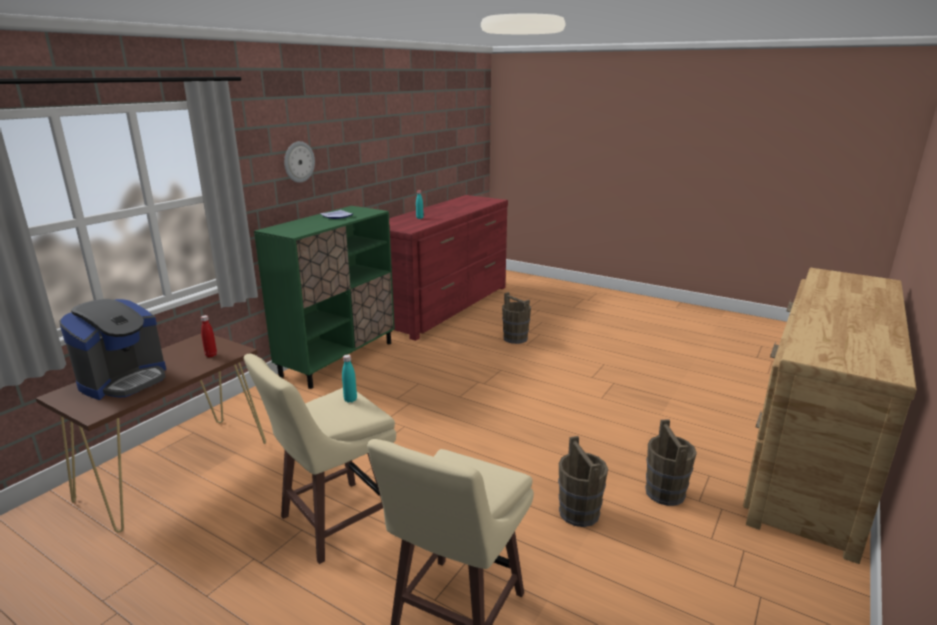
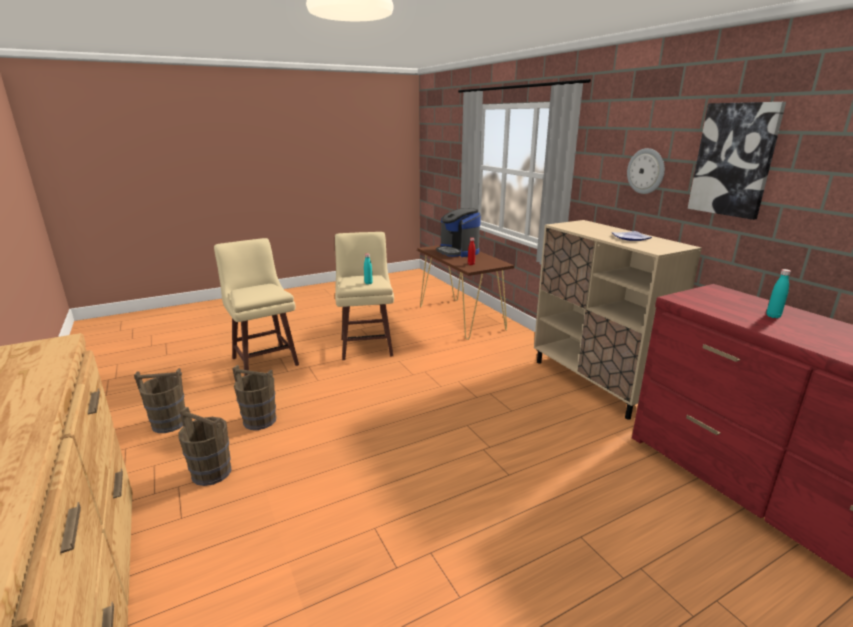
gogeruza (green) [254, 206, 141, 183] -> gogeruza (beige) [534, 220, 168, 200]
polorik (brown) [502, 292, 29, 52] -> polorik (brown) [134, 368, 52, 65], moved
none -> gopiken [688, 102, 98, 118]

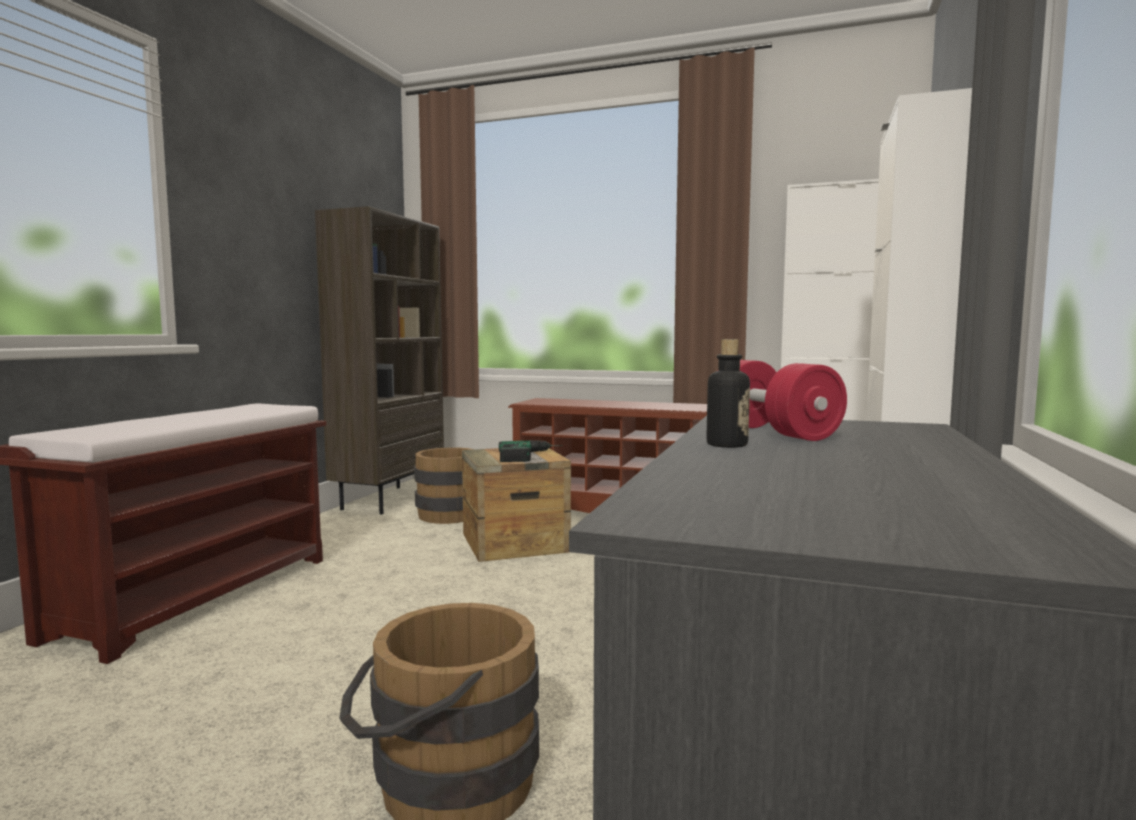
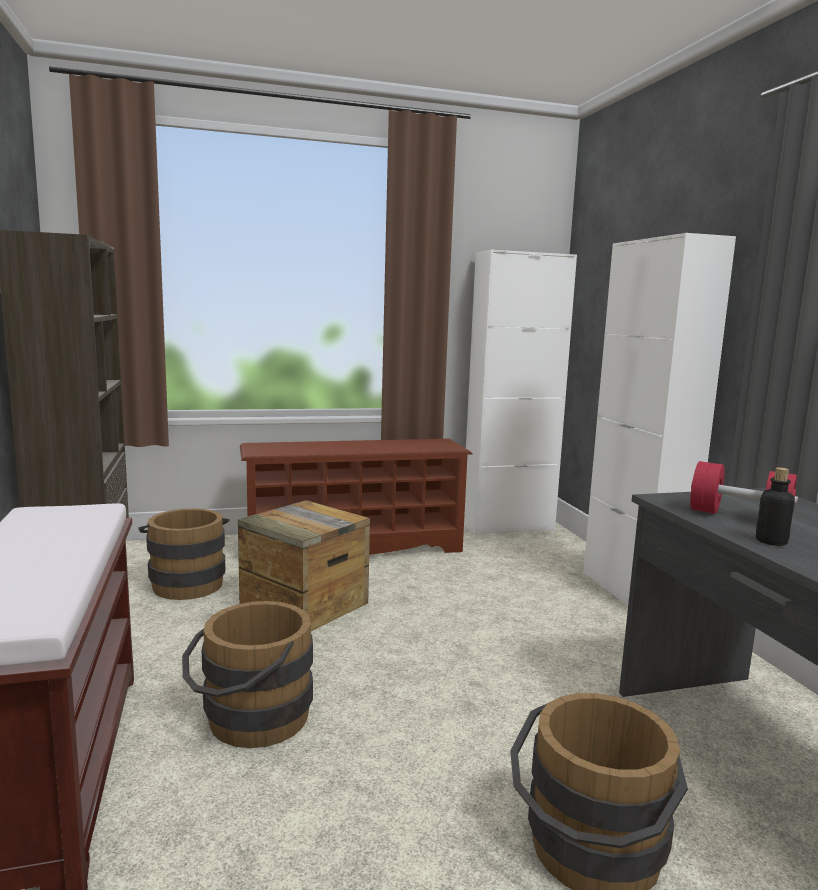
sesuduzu [499, 440, 64, 22] -> none
none -> polorik (brown) [182, 601, 131, 147]

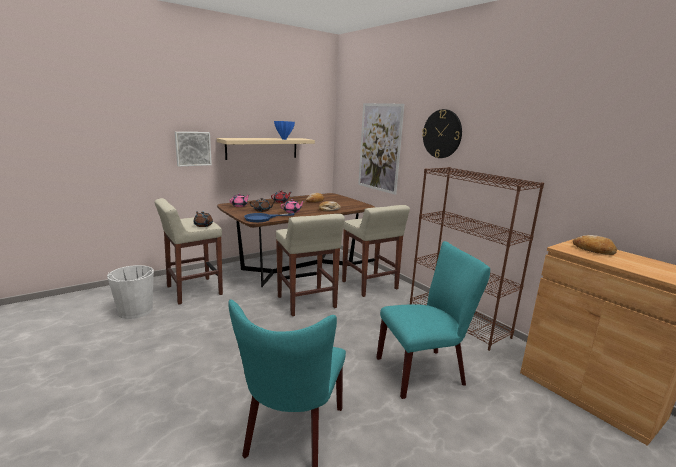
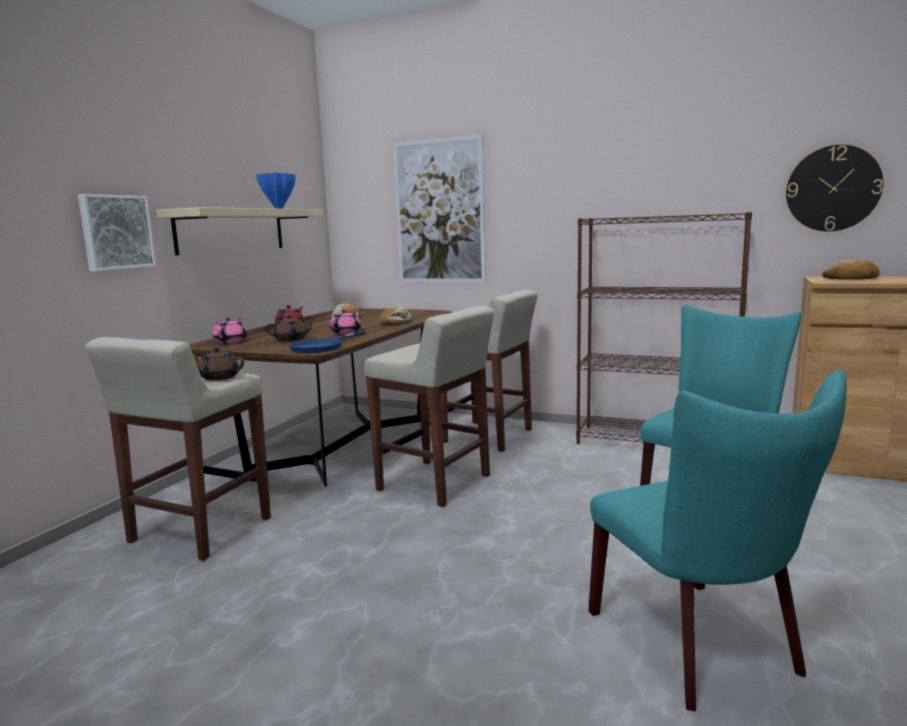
polorik (white) [107, 265, 47, 54] -> none
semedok [422, 109, 40, 49] -> semedok [786, 145, 97, 86], moved

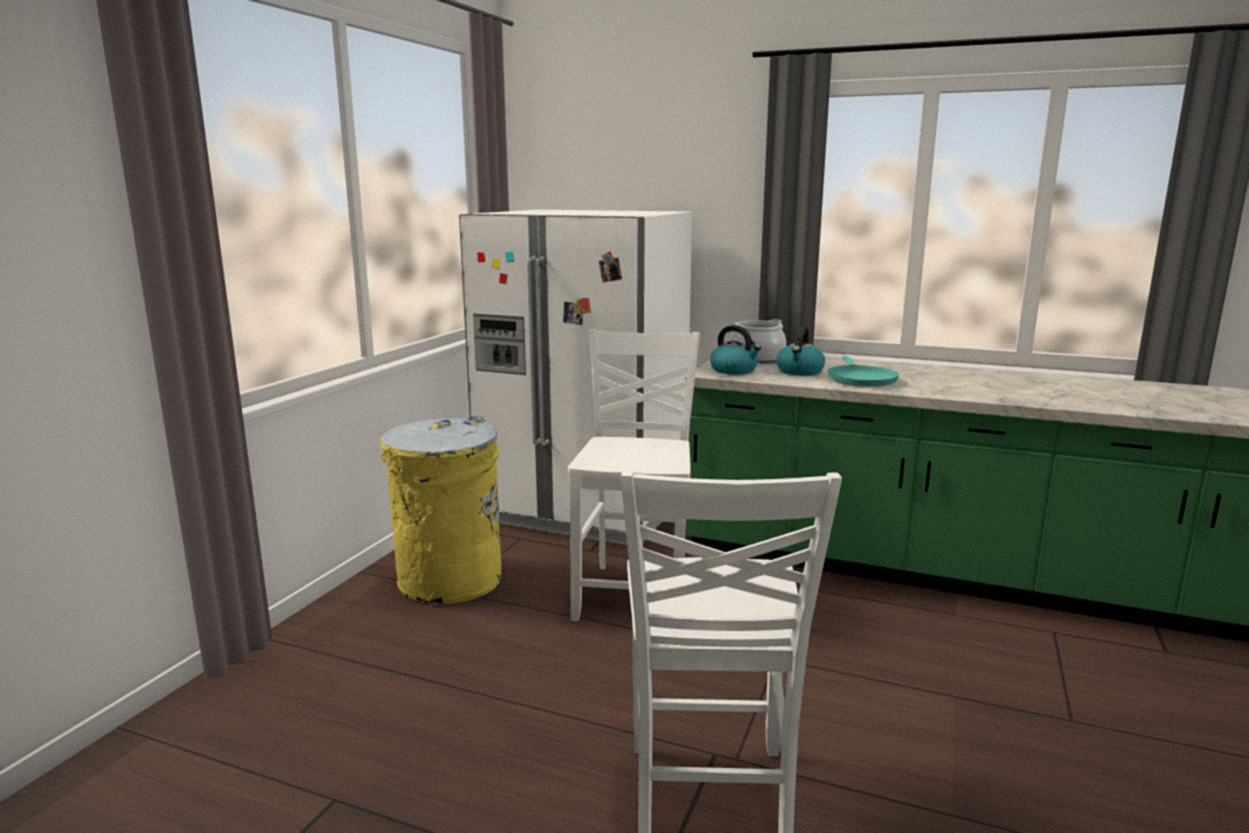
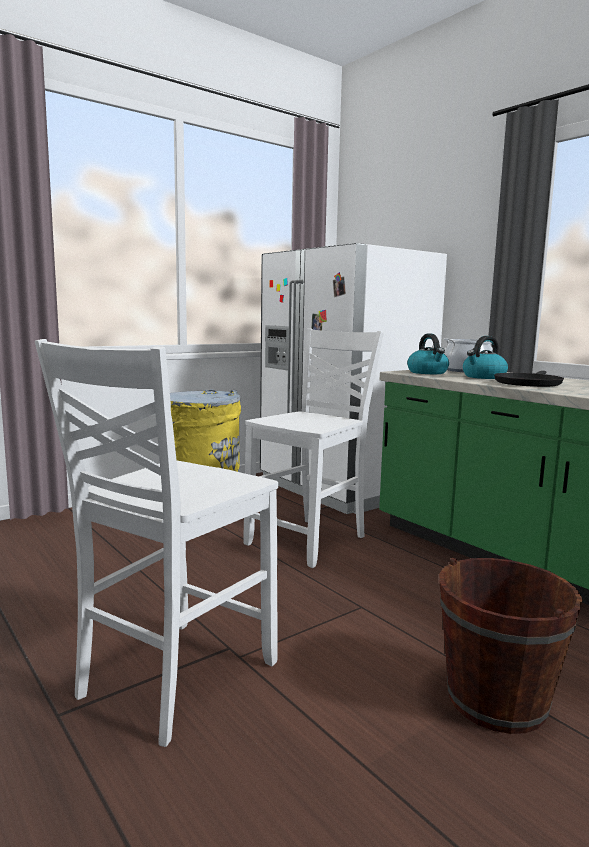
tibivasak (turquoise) [828, 356, 71, 31] -> tibivasak (black) [494, 371, 70, 16]
none -> polorik (brown) [439, 558, 144, 176]

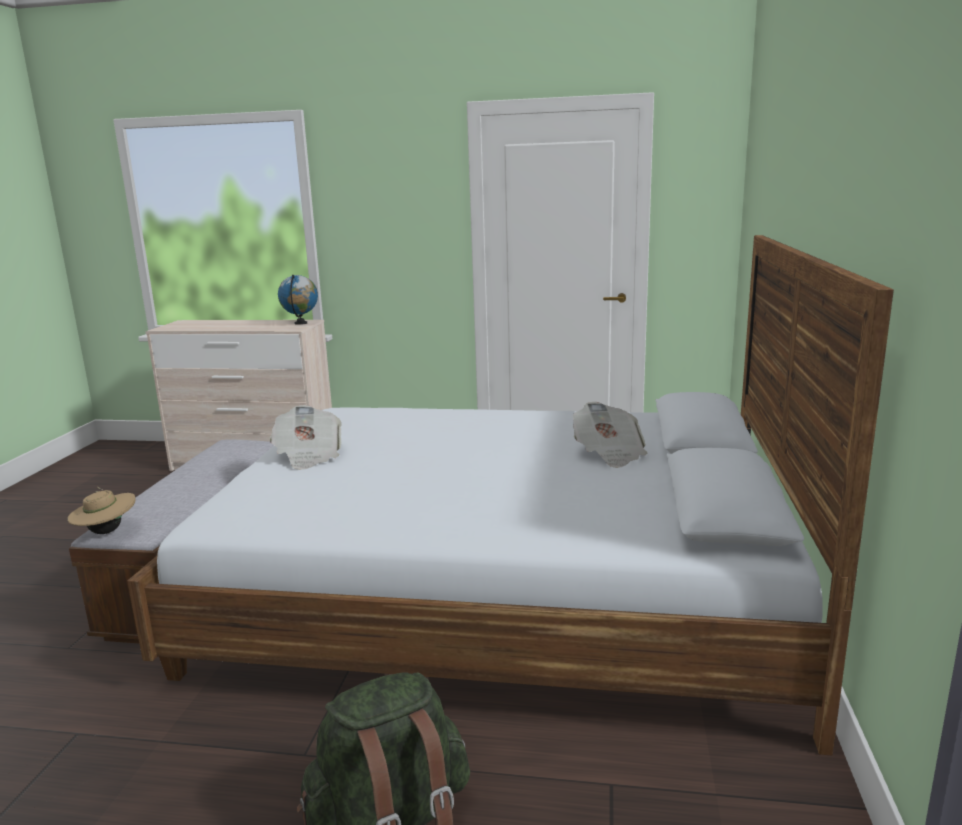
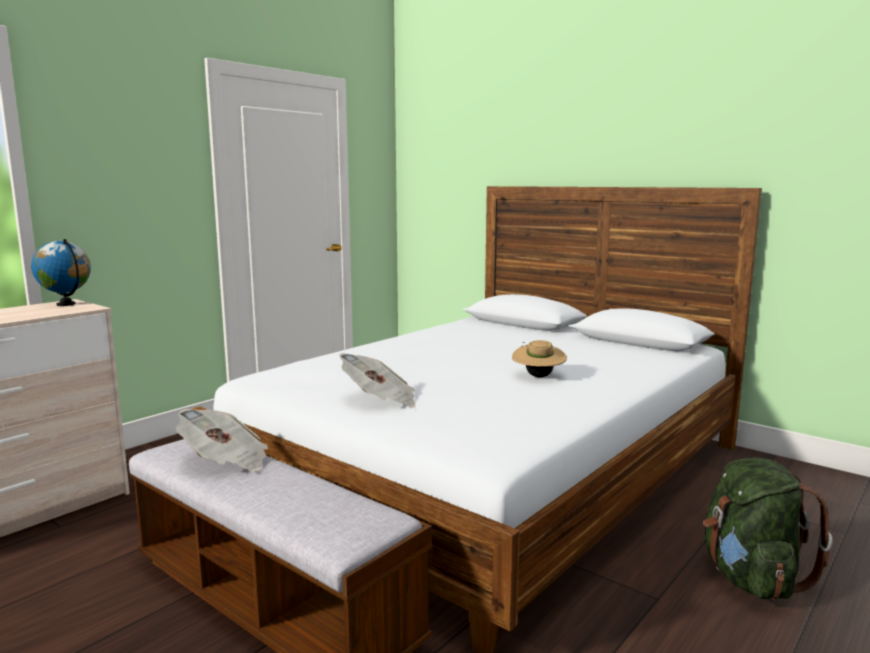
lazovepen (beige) [67, 487, 68, 47] -> lazovepen (beige) [512, 340, 55, 37], moved
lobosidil [572, 402, 75, 66] -> lobosidil [176, 409, 92, 62], moved

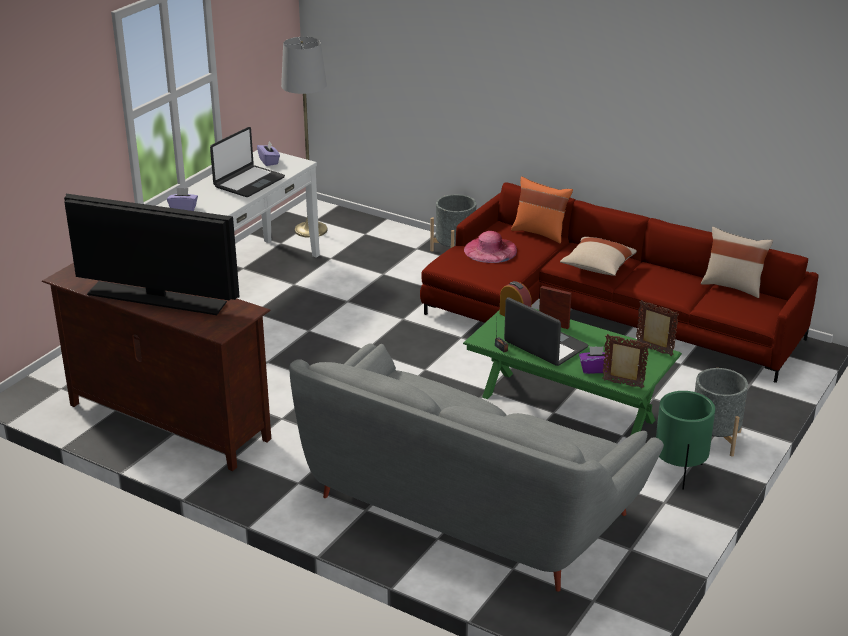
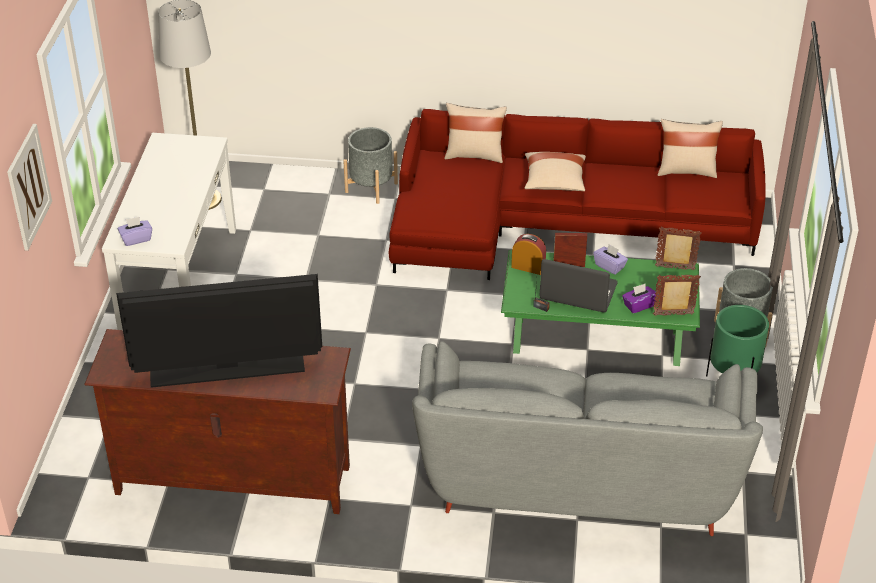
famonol [210, 127, 75, 70] -> none
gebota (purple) [257, 141, 23, 25] -> gebota (purple) [593, 244, 35, 31], moved
lazovepen (pink) [464, 231, 53, 32] -> none
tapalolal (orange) [511, 176, 62, 68] -> tapalolal (beige) [444, 103, 63, 60]
none -> gopiken [7, 124, 45, 127]

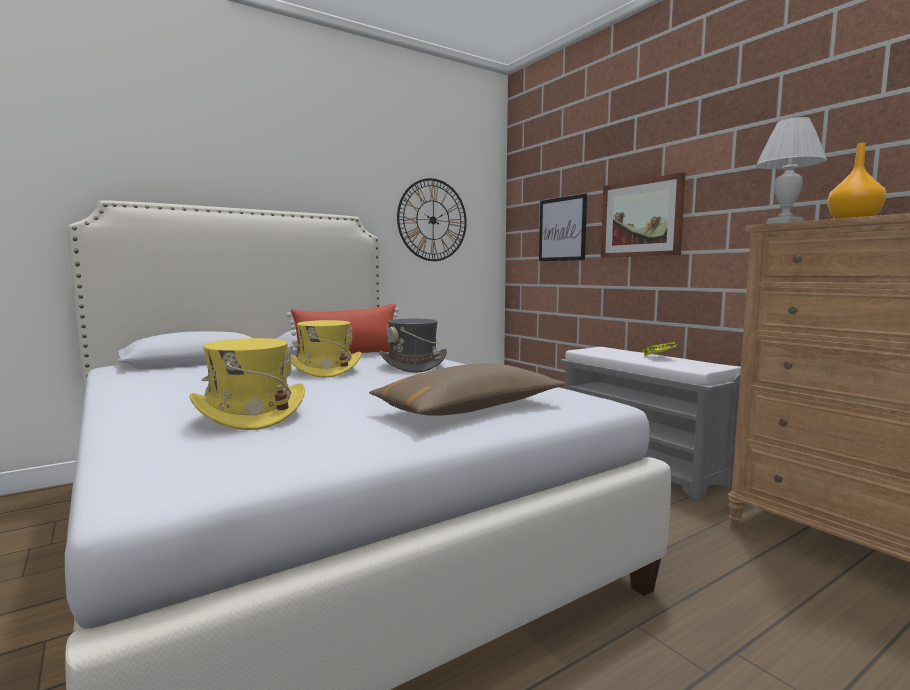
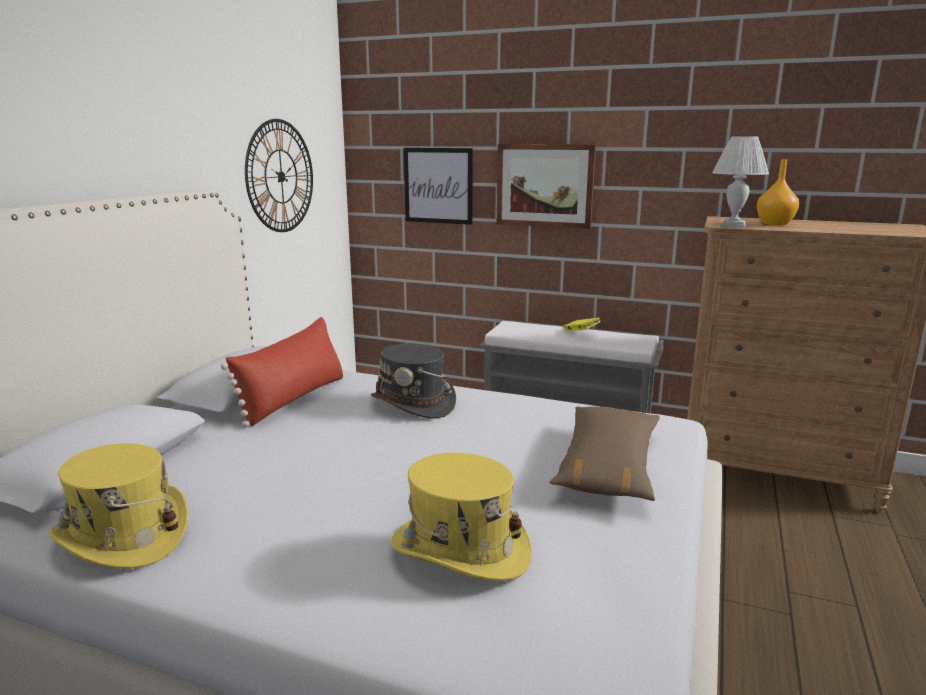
lazovepen (yellow) [291, 320, 70, 58] -> lazovepen (yellow) [49, 443, 139, 126], moved

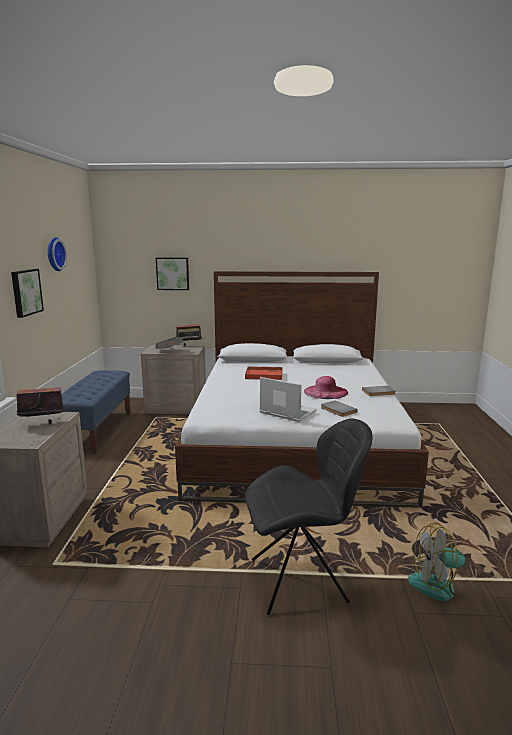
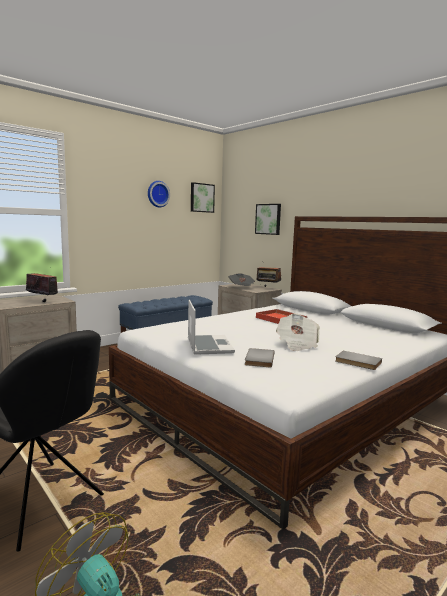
gopiken [11, 269, 33, 49] -> gopiken [191, 182, 24, 31], moved
lazovepen (pink) [304, 376, 44, 23] -> lobosidil [276, 314, 44, 37]

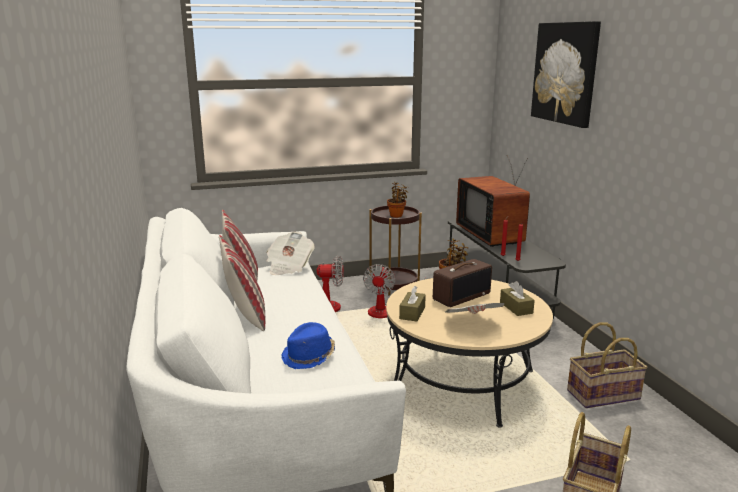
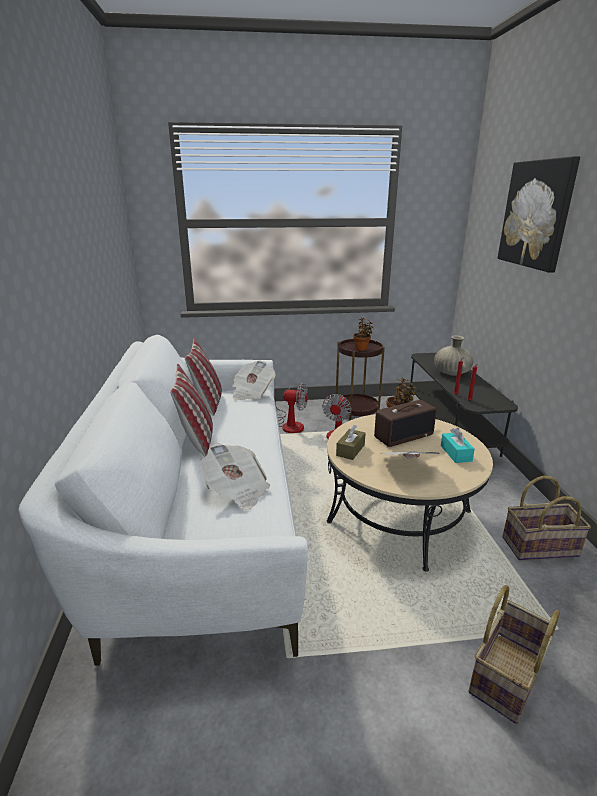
lazovepen (blue) [282, 322, 53, 47] -> lobosidil [200, 443, 70, 67]
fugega [456, 155, 74, 92] -> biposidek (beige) [434, 335, 40, 41]
gebota (brown) [500, 281, 35, 35] -> gebota (turquoise) [441, 428, 34, 35]

